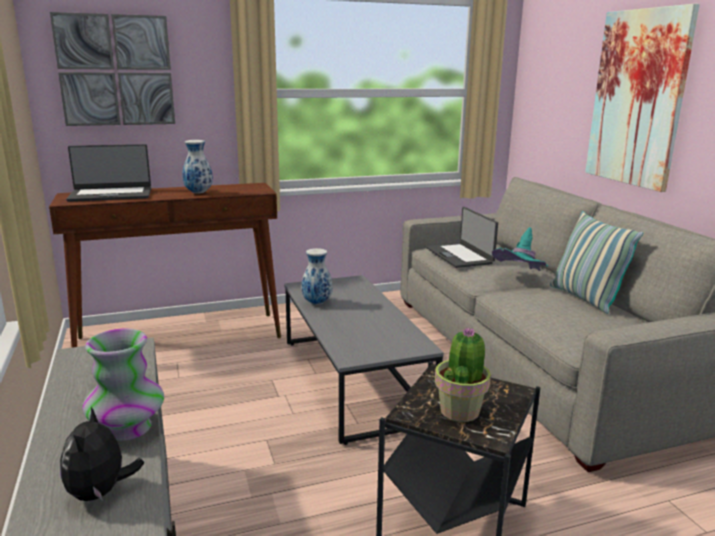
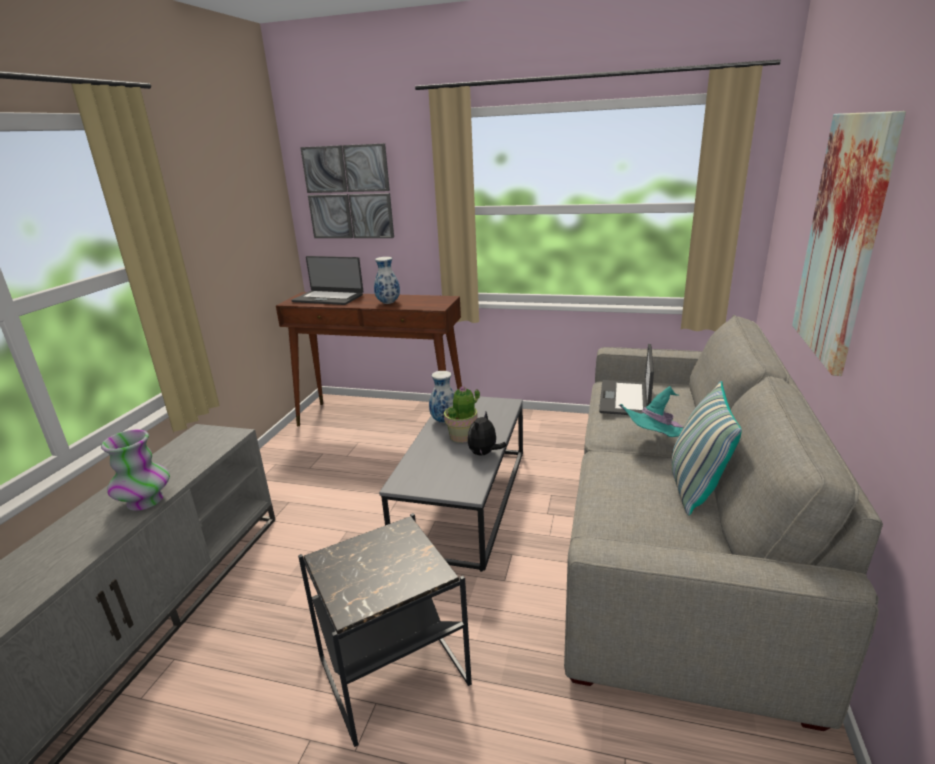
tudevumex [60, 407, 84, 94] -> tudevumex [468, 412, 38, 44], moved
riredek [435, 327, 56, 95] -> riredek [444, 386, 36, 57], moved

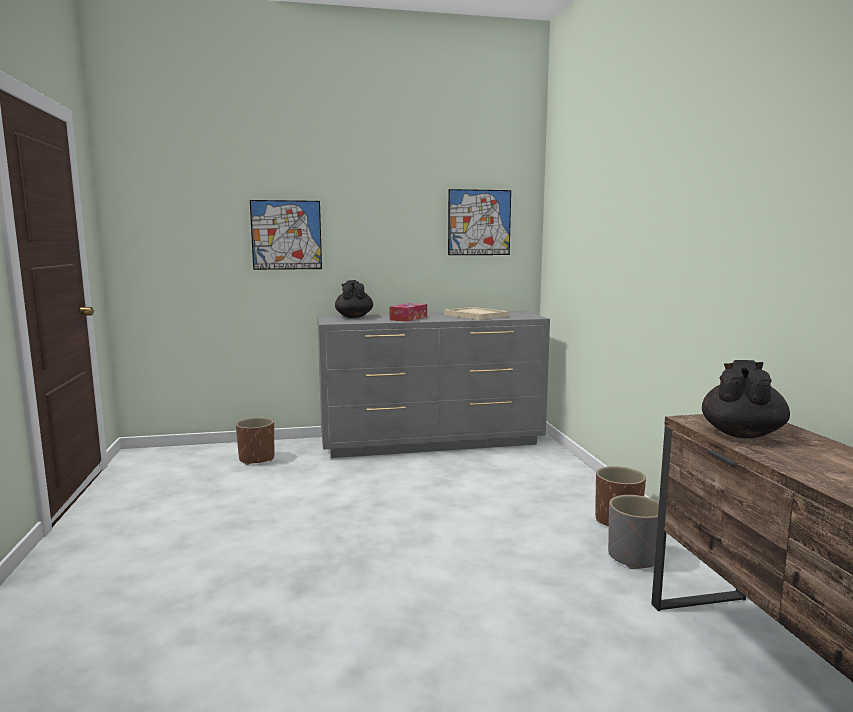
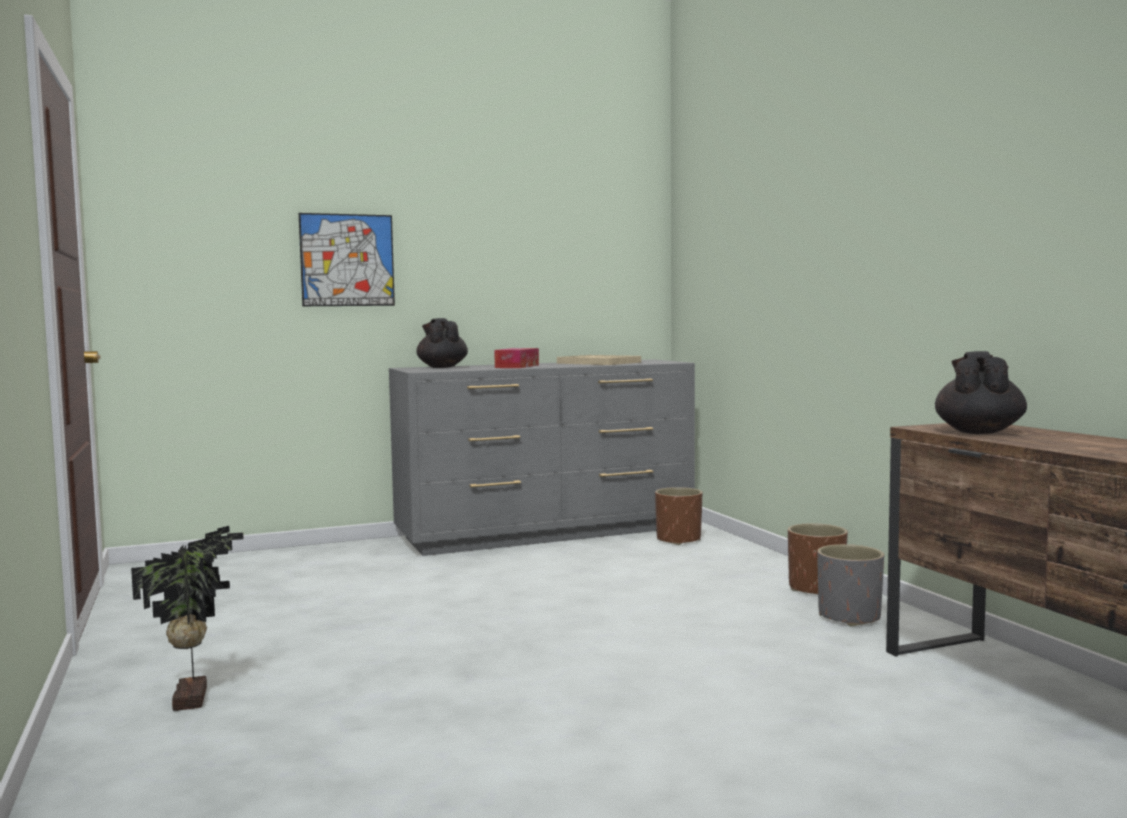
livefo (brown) [236, 417, 38, 48] -> livefo (brown) [655, 487, 47, 58], moved
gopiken [448, 189, 63, 66] -> none
none -> riredek [131, 526, 113, 185]

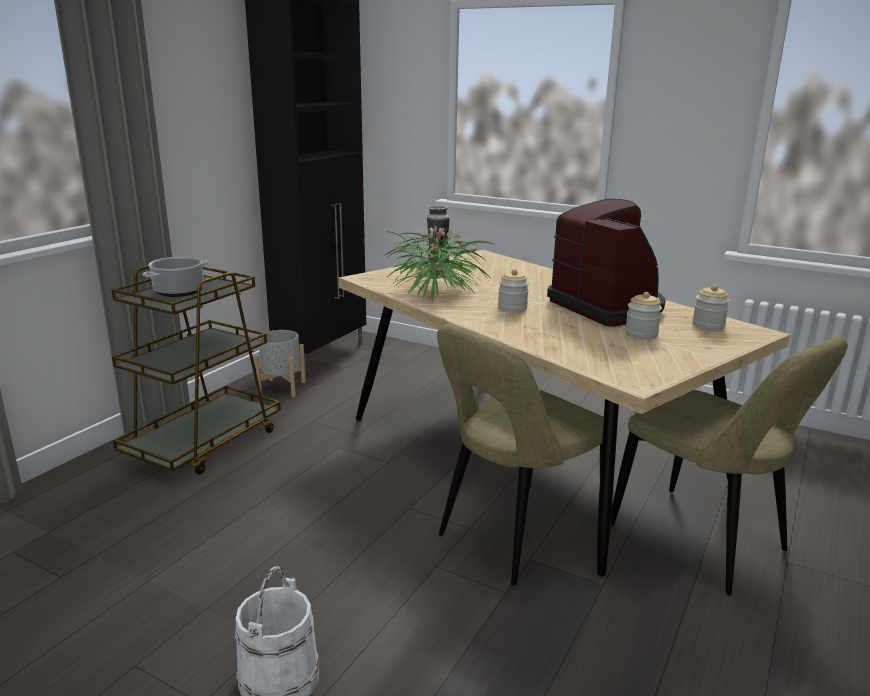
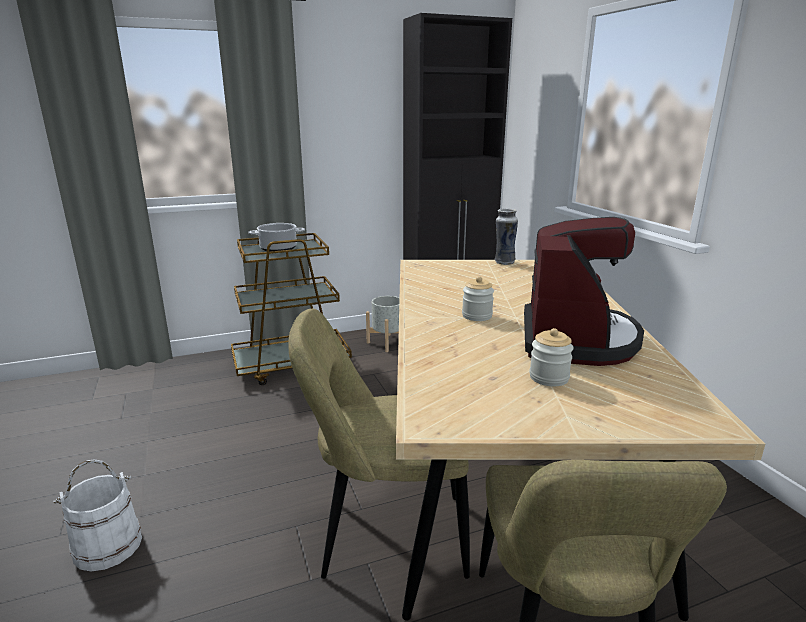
riredek [383, 226, 113, 77] -> none
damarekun [692, 285, 38, 46] -> none

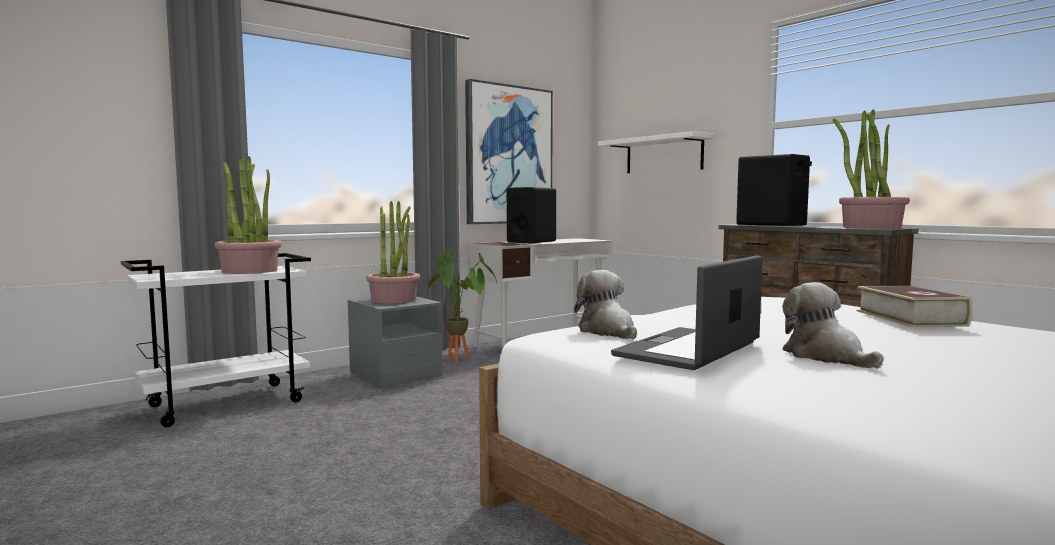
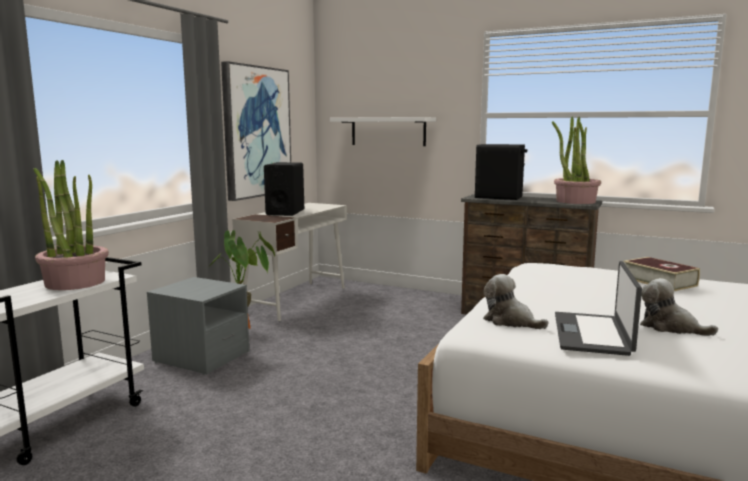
riredek [366, 201, 54, 103] -> none

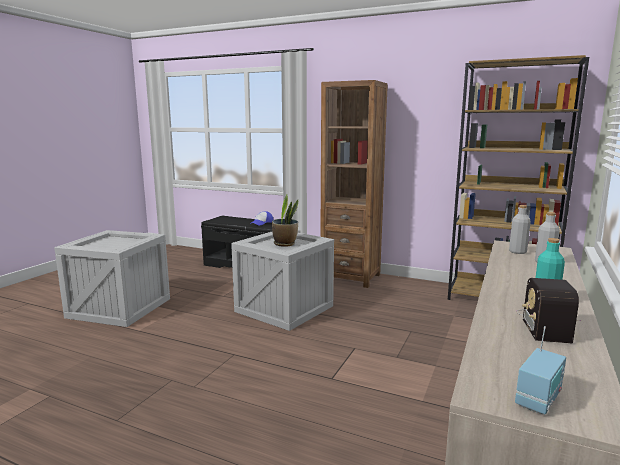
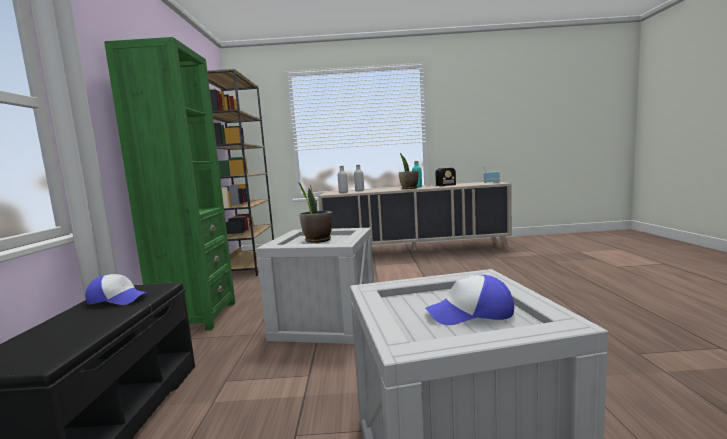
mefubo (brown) [320, 80, 68, 208] -> mefubo (green) [104, 37, 131, 293]
none -> riredek [399, 153, 19, 36]
none -> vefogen [425, 275, 89, 50]

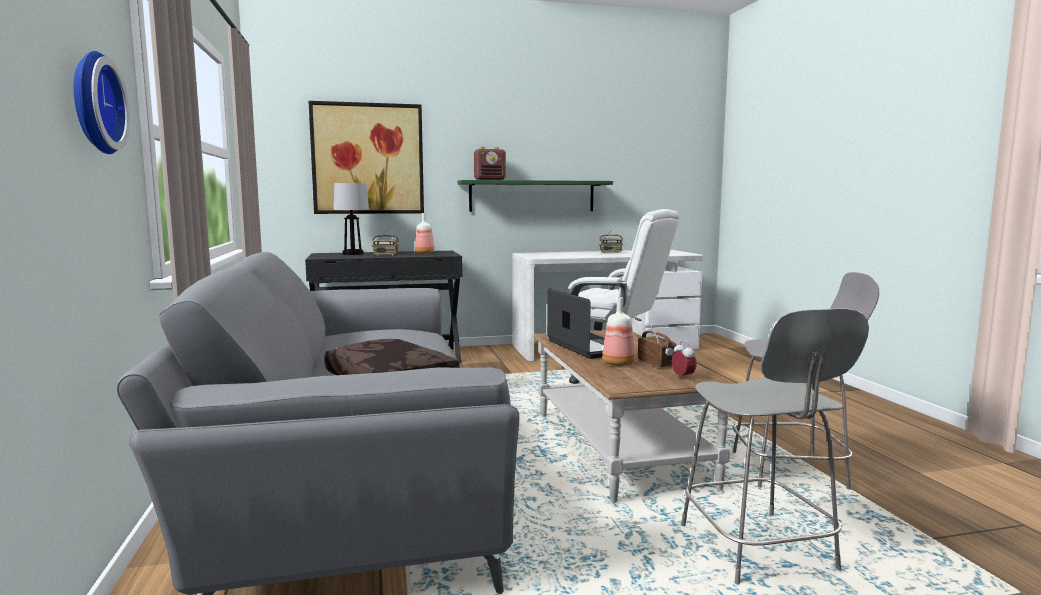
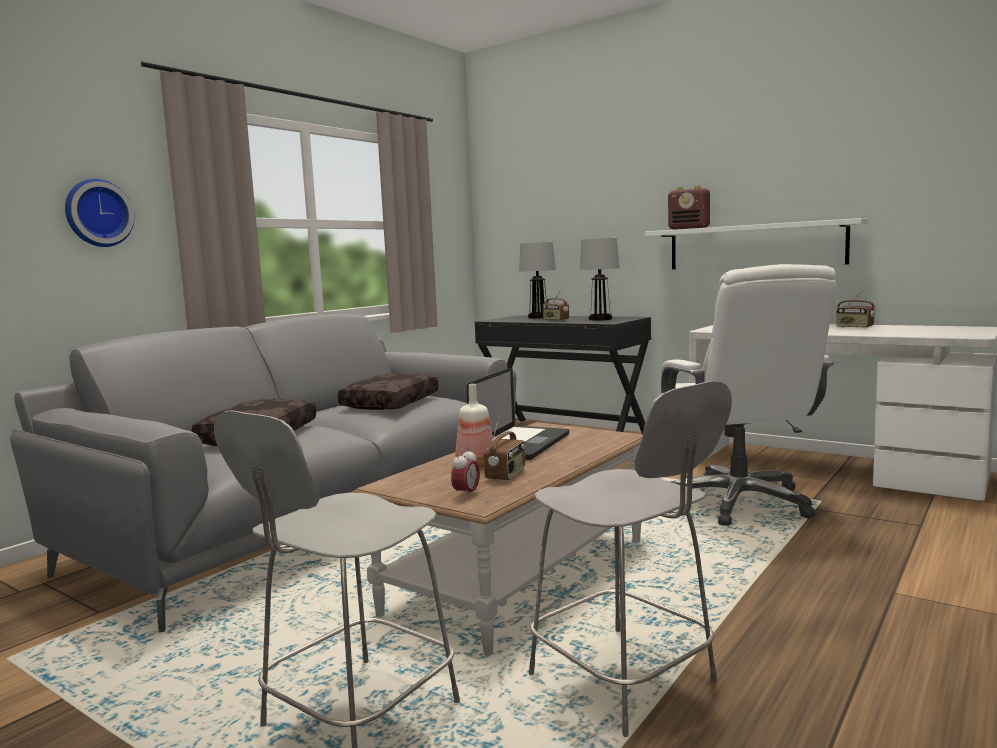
gopiken [308, 101, 116, 113] -> none
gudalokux [415, 213, 19, 41] -> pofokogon [580, 238, 39, 82]
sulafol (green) [457, 180, 156, 32] -> sulafol (white) [645, 218, 224, 52]
none -> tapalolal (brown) [338, 373, 101, 37]

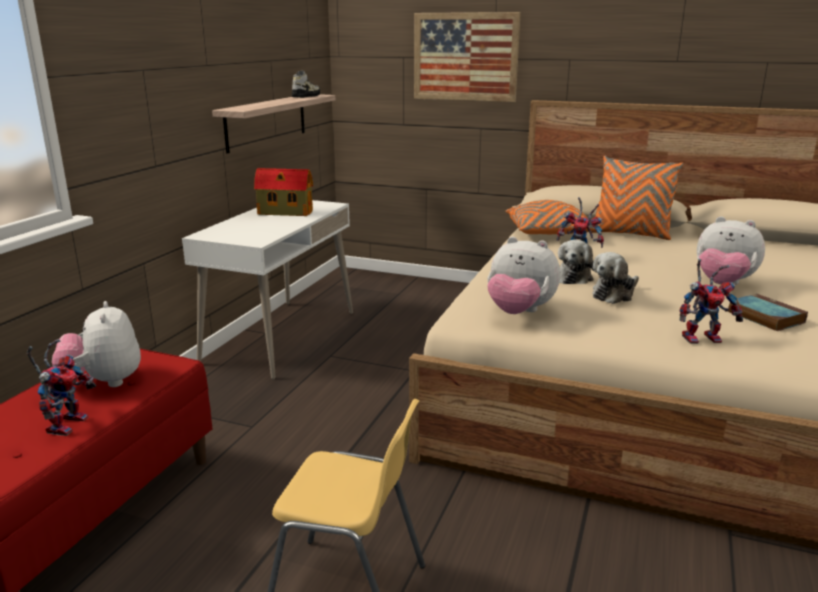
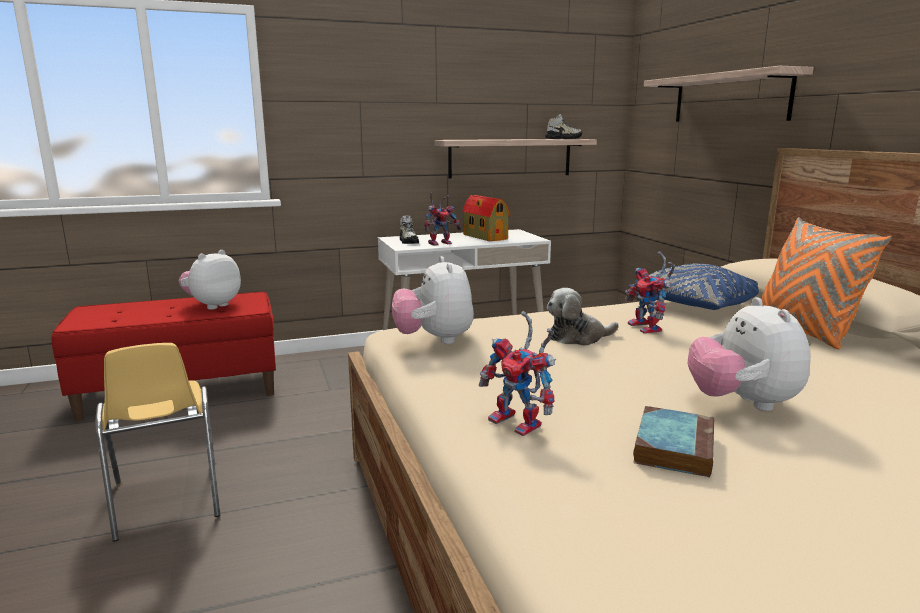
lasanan [27, 339, 69, 97] -> lasanan [424, 192, 38, 54], moved
gopiken [414, 12, 107, 90] -> sulafol [644, 66, 170, 56]
tapalolal (orange) [505, 200, 91, 34] -> tapalolal (blue) [628, 264, 131, 46]
tudevumex [593, 252, 46, 52] -> none
none -> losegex [399, 215, 20, 29]

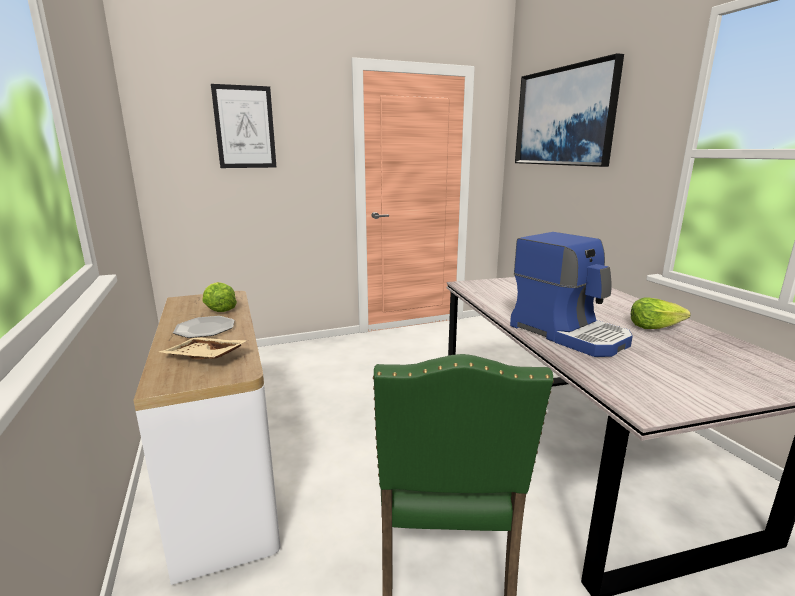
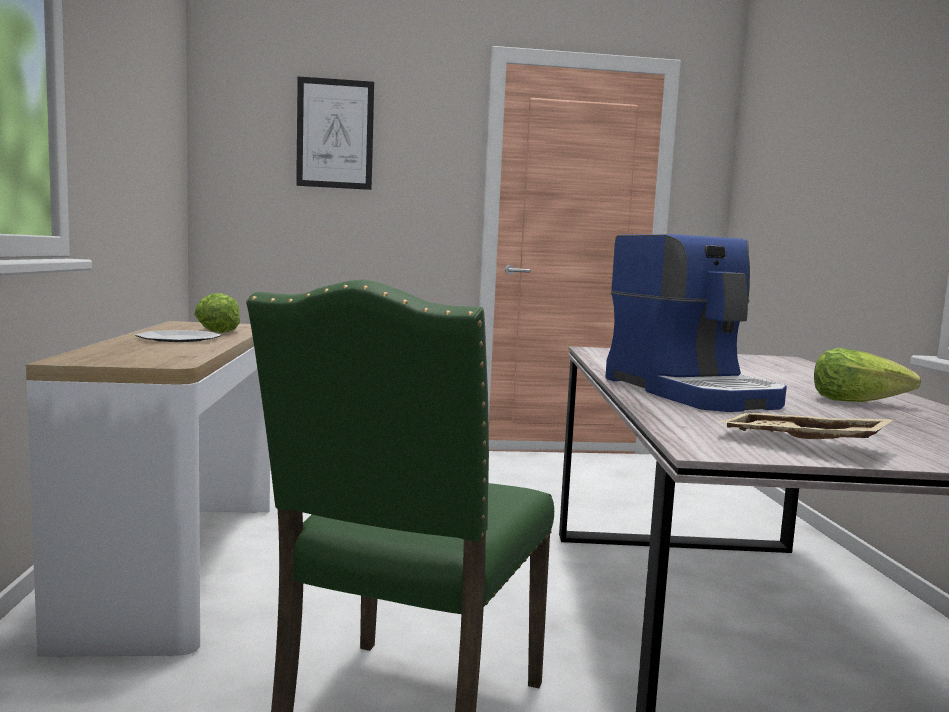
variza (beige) [159, 337, 89, 22] -> variza (beige) [716, 413, 180, 26], moved
gopiken [515, 53, 109, 114] -> none

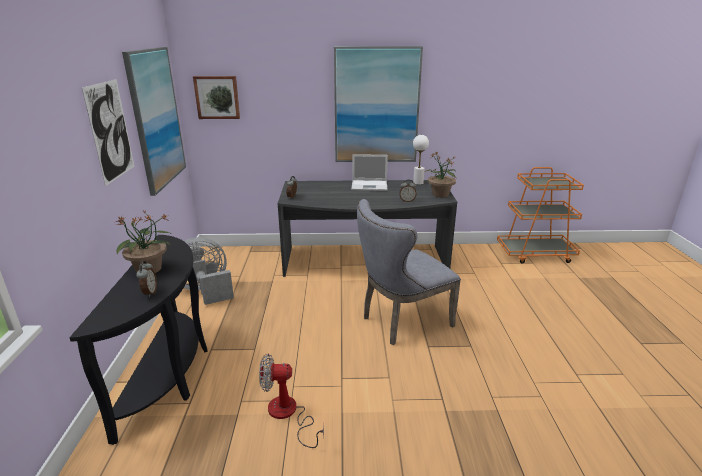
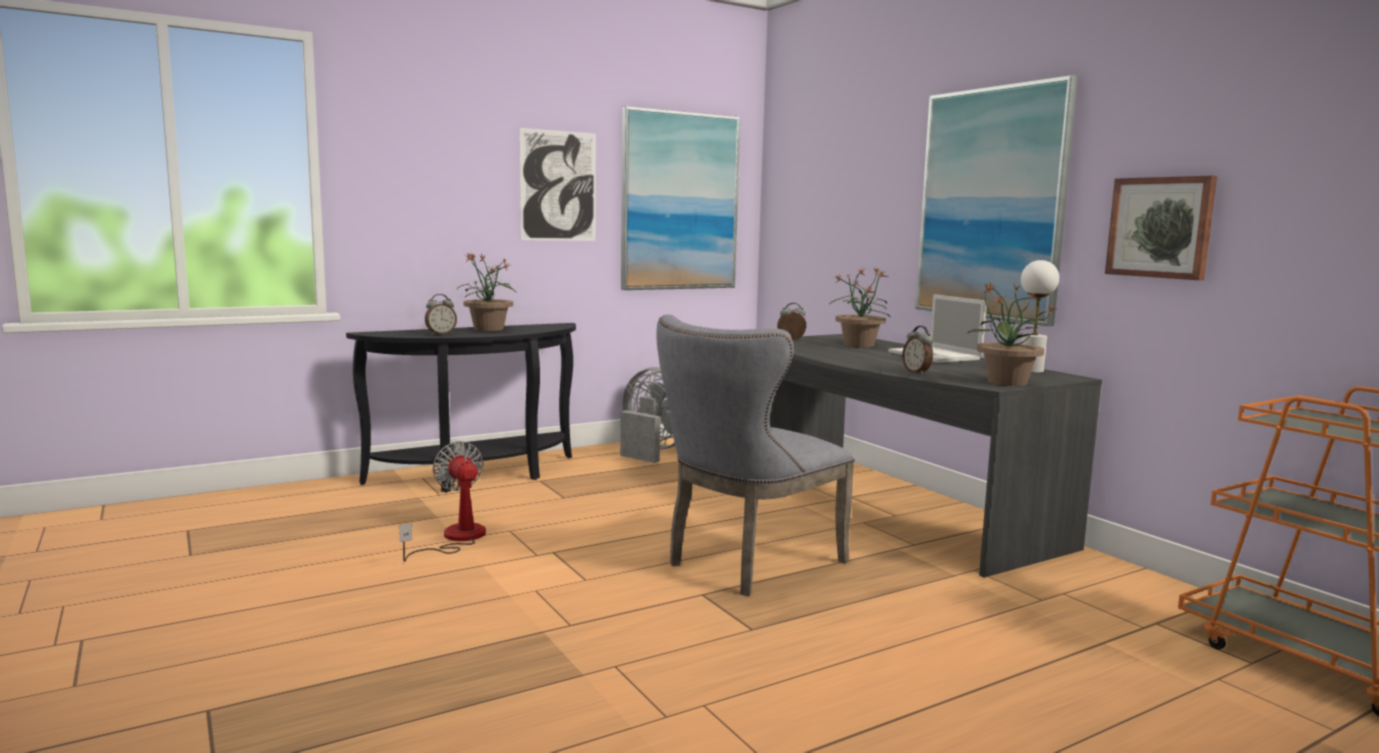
gopiken [193, 76, 47, 43] -> gopiken [1105, 176, 112, 104], moved
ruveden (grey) [357, 199, 104, 146] -> ruveden (grey) [657, 314, 198, 282], 75 degrees counterclockwise
none -> riredek [829, 267, 62, 81]

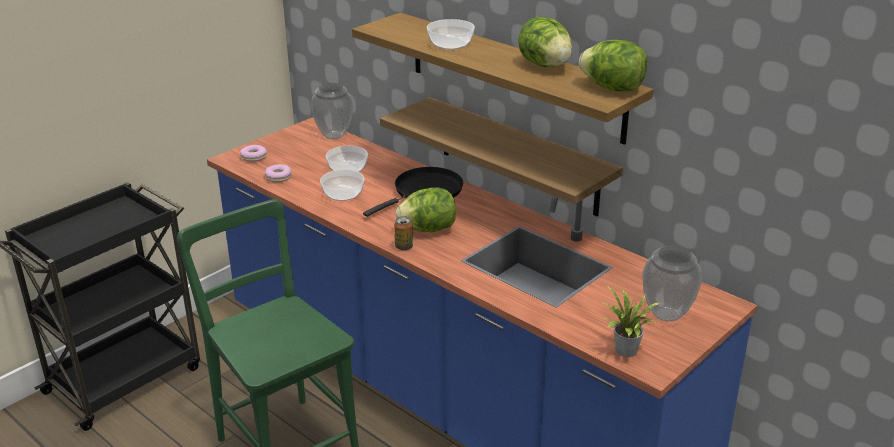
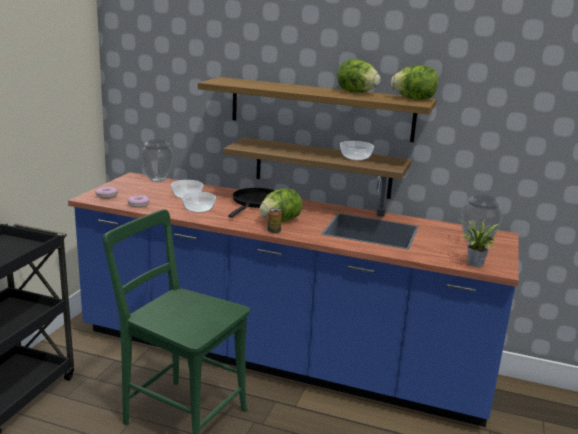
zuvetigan [427, 19, 48, 31] -> zuvetigan [340, 141, 34, 20], moved

